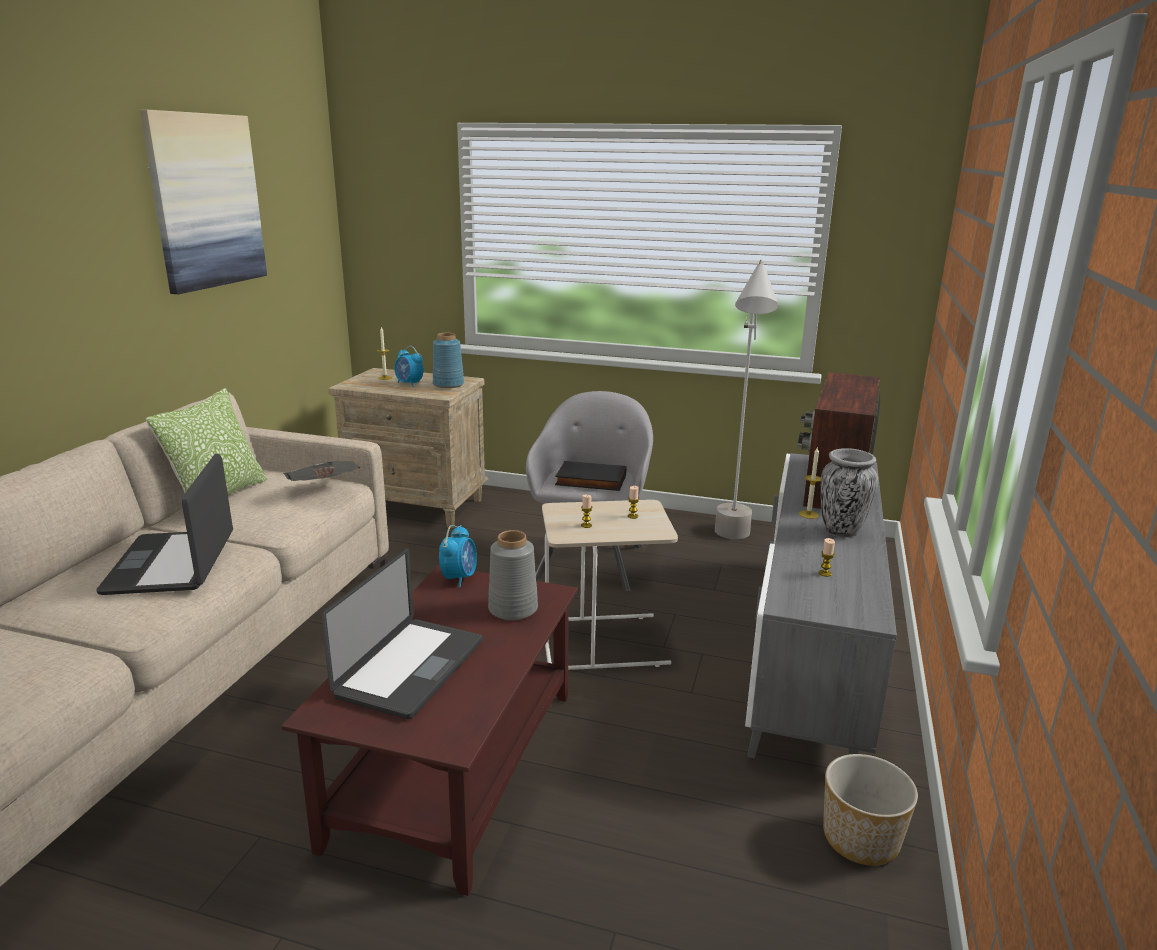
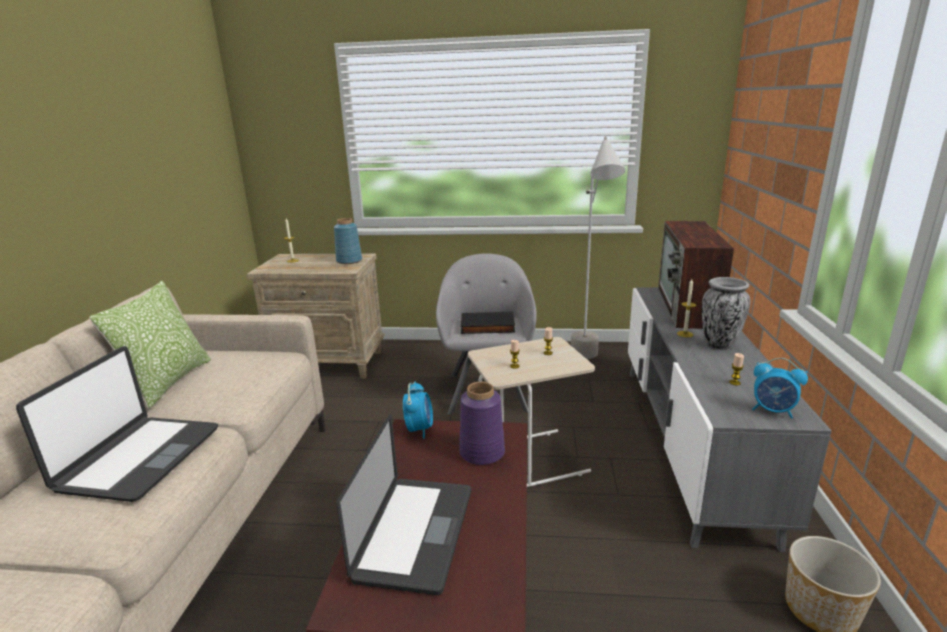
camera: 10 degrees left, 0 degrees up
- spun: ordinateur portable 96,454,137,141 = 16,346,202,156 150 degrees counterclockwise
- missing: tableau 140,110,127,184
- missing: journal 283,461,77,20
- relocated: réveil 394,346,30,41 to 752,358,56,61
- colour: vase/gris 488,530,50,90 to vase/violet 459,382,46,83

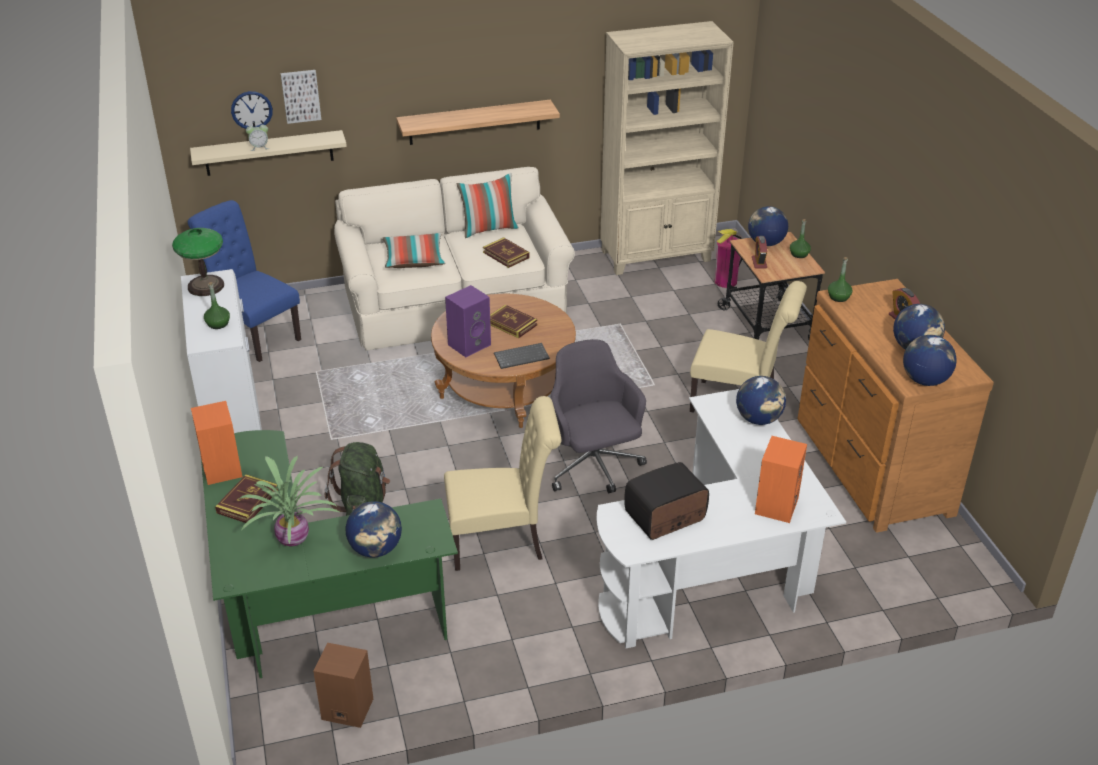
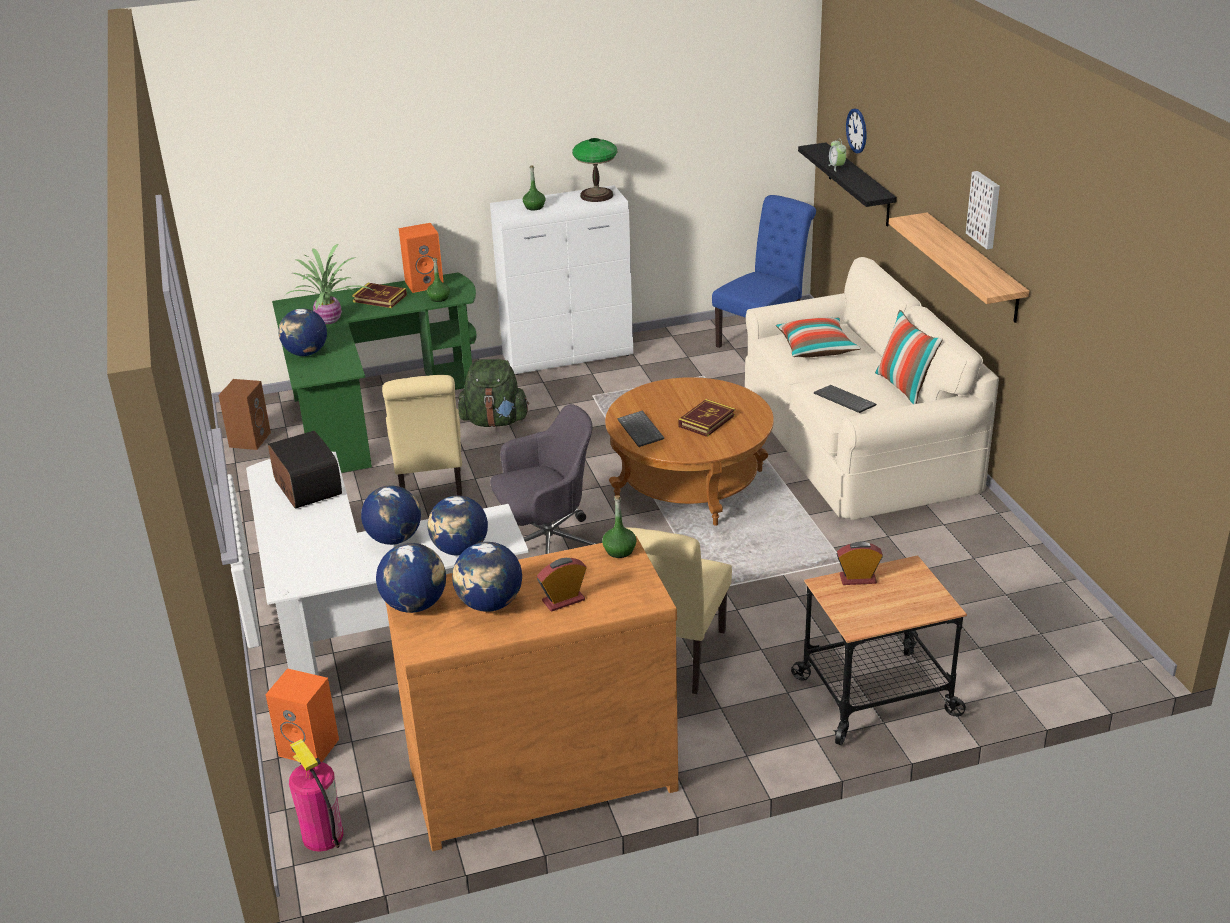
camera: 90 degrees right, 5 degrees down
- colour: étagère/beige 190,130,157,46 to étagère/noir 798,142,99,85
- relocated: tableau 280,70,41,54 to 966,171,34,78
- missing: enceinte/violet 445,285,46,72
- exchanged: livre 483,237,47,31 to clavier 814,385,62,28
- missing: bibliothèque/beige 600,21,134,254
- relocated: extincteur 714,229,28,59 to 289,739,54,113
- relocated: globe 748,206,40,40 to 361,485,60,60
- relocated: enceinte/orange 755,436,52,87 to 265,668,74,94
- relocated: bouteille/vert 790,219,21,39 to 427,258,23,44

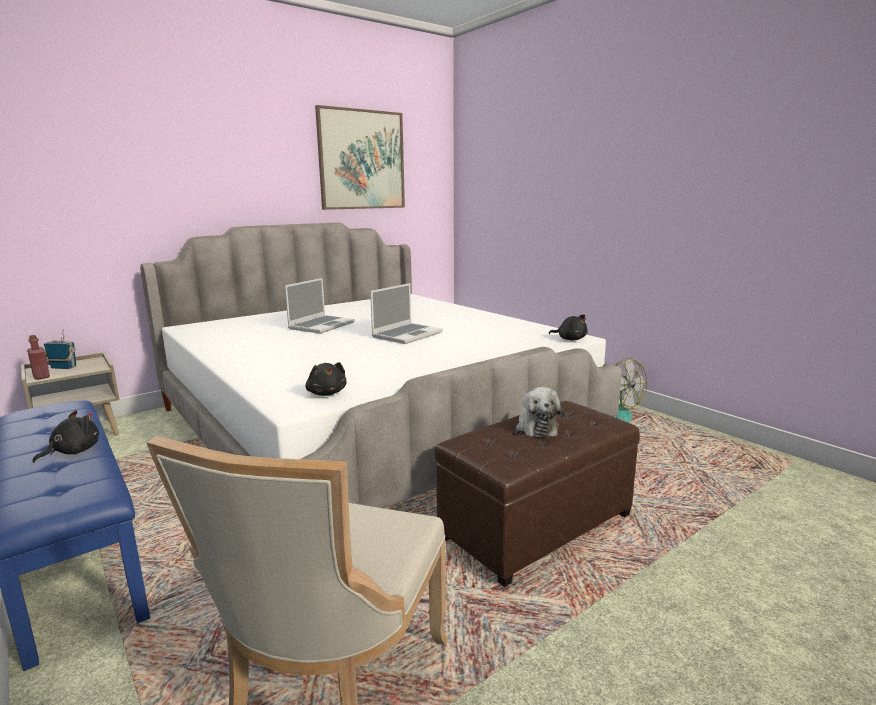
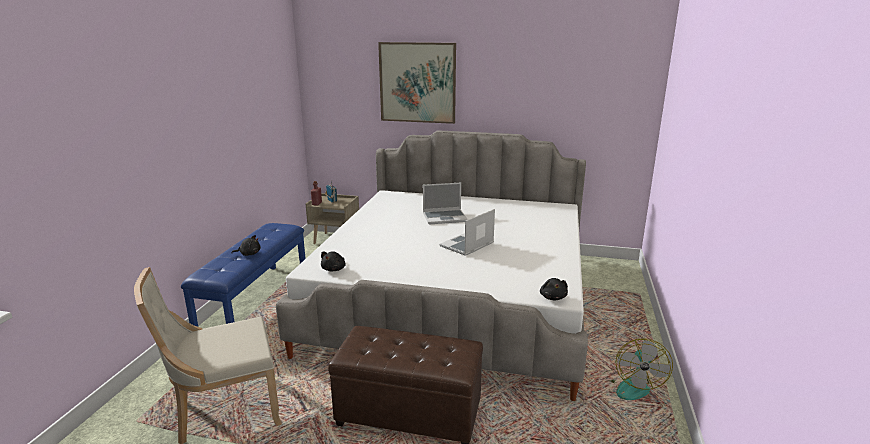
camera: 50 degrees right, 5 degrees up
- relocated: tableau 315,105,90,105 to 378,42,78,82
- spun: ordinateur portable 370,283,73,61 = 439,209,56,47 135 degrees clockwise
- missing: peluche 516,387,48,51

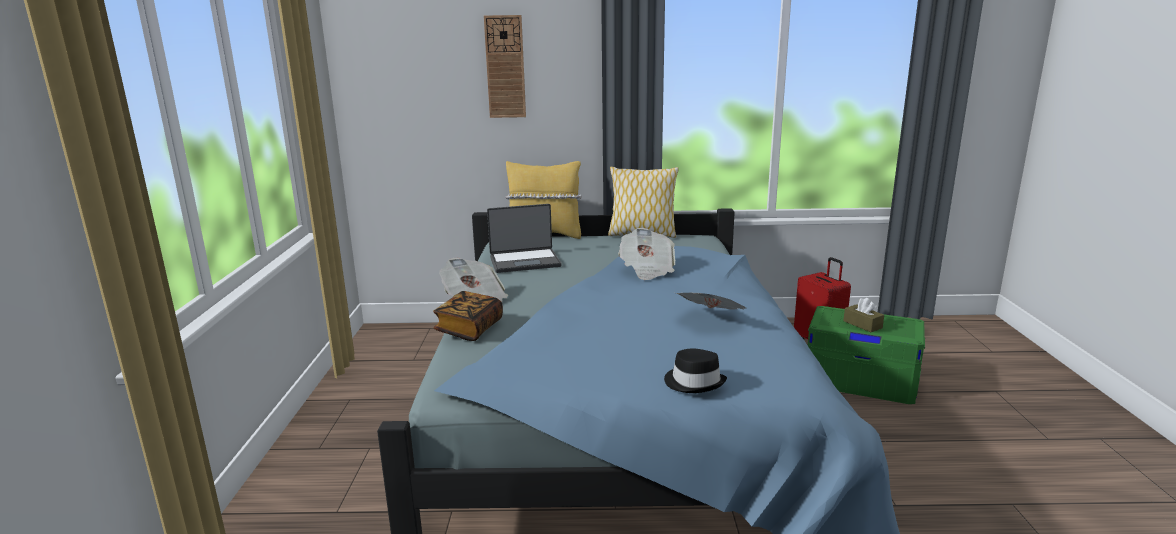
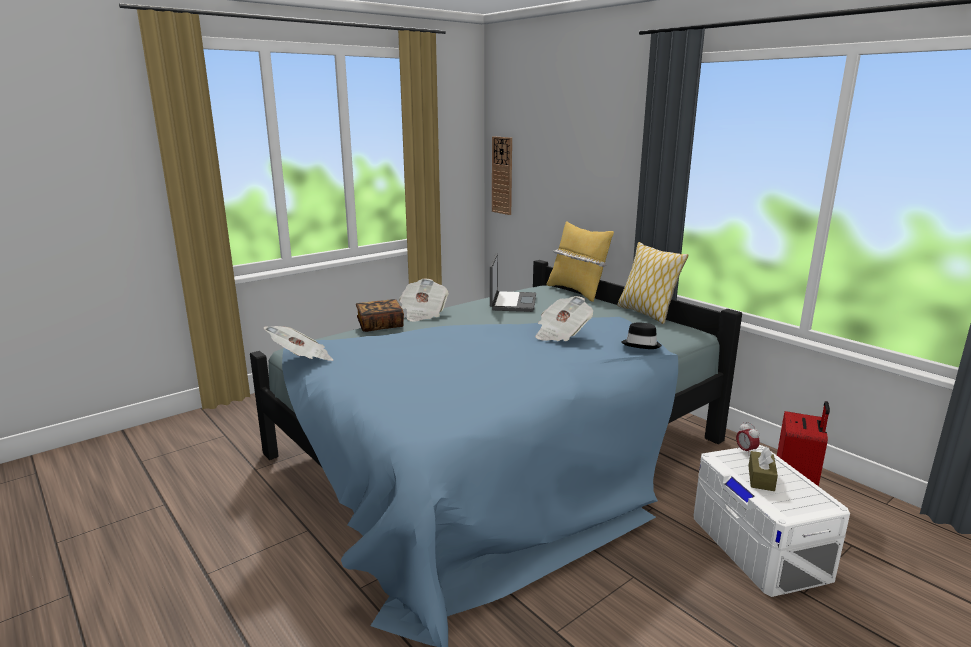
camera: 50 degrees right, 0 degrees up
- relocated: horloge murale 484,15,42,103 to 492,136,20,79
- spun: ordinateur portable 487,204,74,69 = 490,253,46,59 120 degrees counterclockwise
- relocated: chapeau/noir 664,349,63,44 to 621,322,41,27
- relocated: journal 676,293,71,17 to 264,326,69,35
- colour: boîte de rangement/vert 808,306,117,98 to boîte de rangement/blanc 694,445,156,152
- appeared: réveil 736,422,24,34

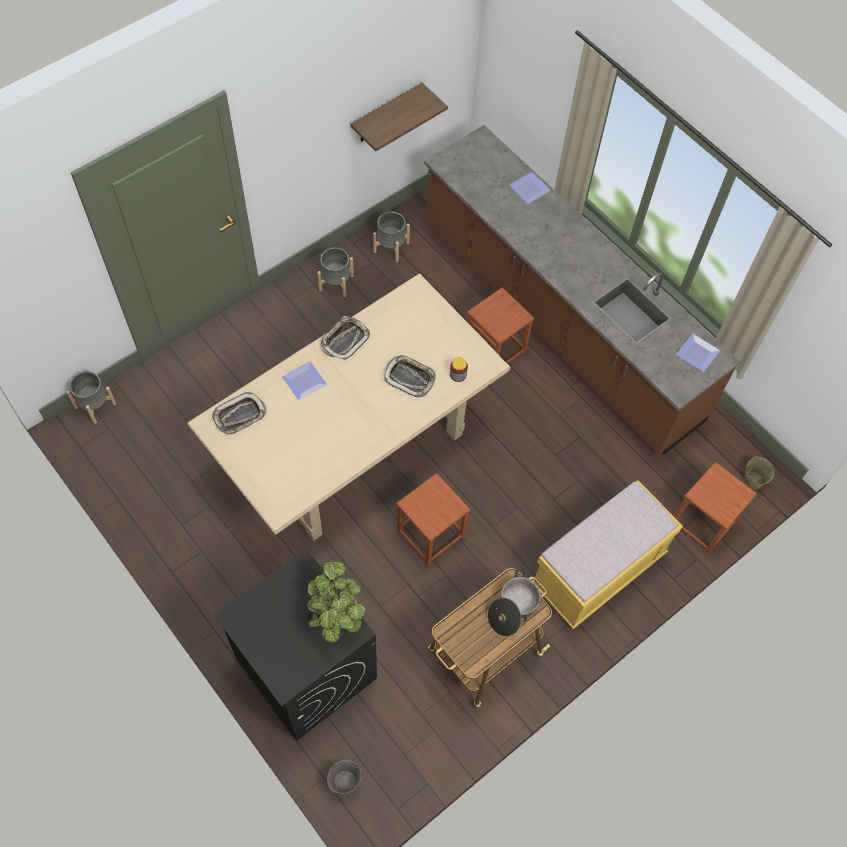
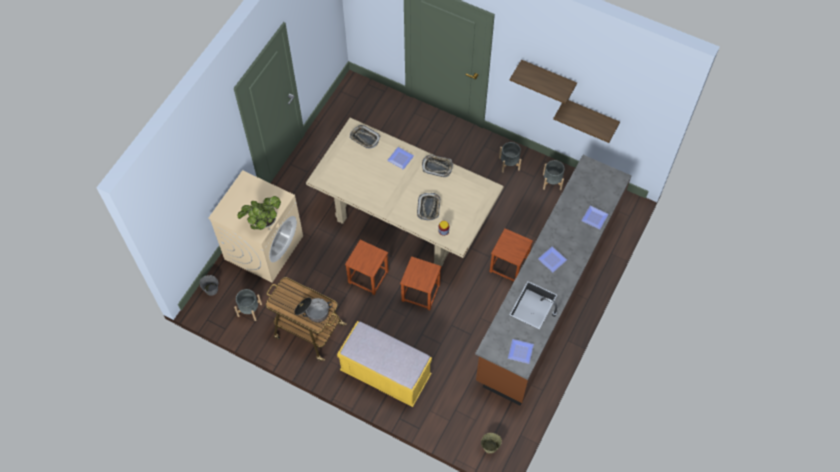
camera: 70 degrees right, 0 degrees up
- relocated: cache-pot/gris 66,371,50,53 to 234,289,28,32
- colour: lave-linge/noir 214,549,163,191 to lave-linge/beige 208,170,95,113
- relocated: tabouret/marron 674,462,83,92 to 400,256,42,54
- appeared: étagère 510,59,67,45
- appeared: assiette 538,247,29,25

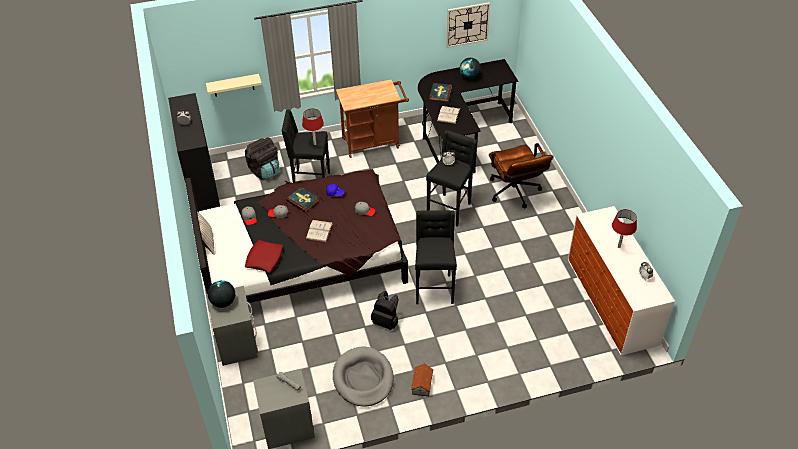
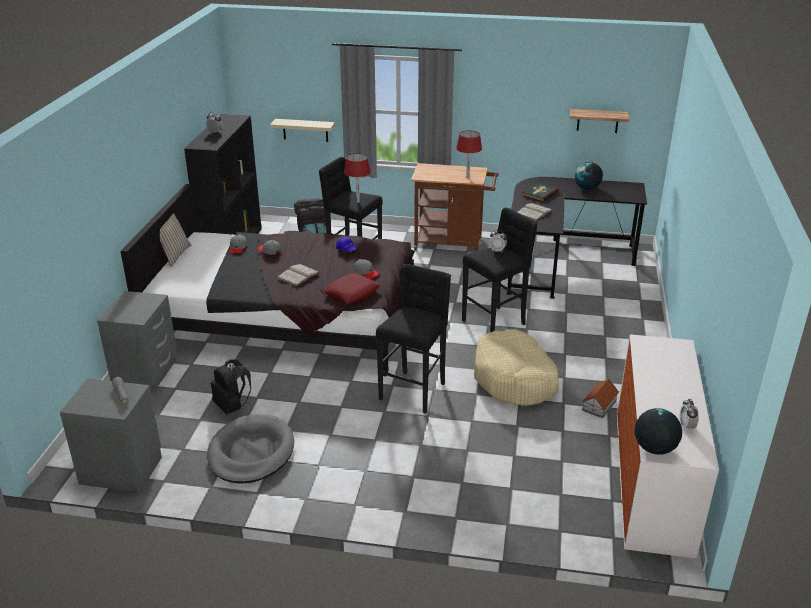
camera: 25 degrees right, 15 degrees down
- relocated: globe 208,280,27,28 to 635,408,47,47
- relocated: coussin/rouge 245,240,38,32 to 323,273,58,30
- missing: livre 286,187,34,25
- relocated: sac à dos/noir 371,291,28,39 to 211,359,40,55
- relocated: maison miniature 411,363,23,34 to 582,379,37,39
- exchanged: horloge murale 446,2,44,46 to étagère 570,109,59,24
- missing: chaise de bureau/marron 489,143,65,66
- relocated: lampe de table/rouge 612,209,25,39 to 456,130,26,49
- appeared: panier pour chien/beige 474,329,85,77

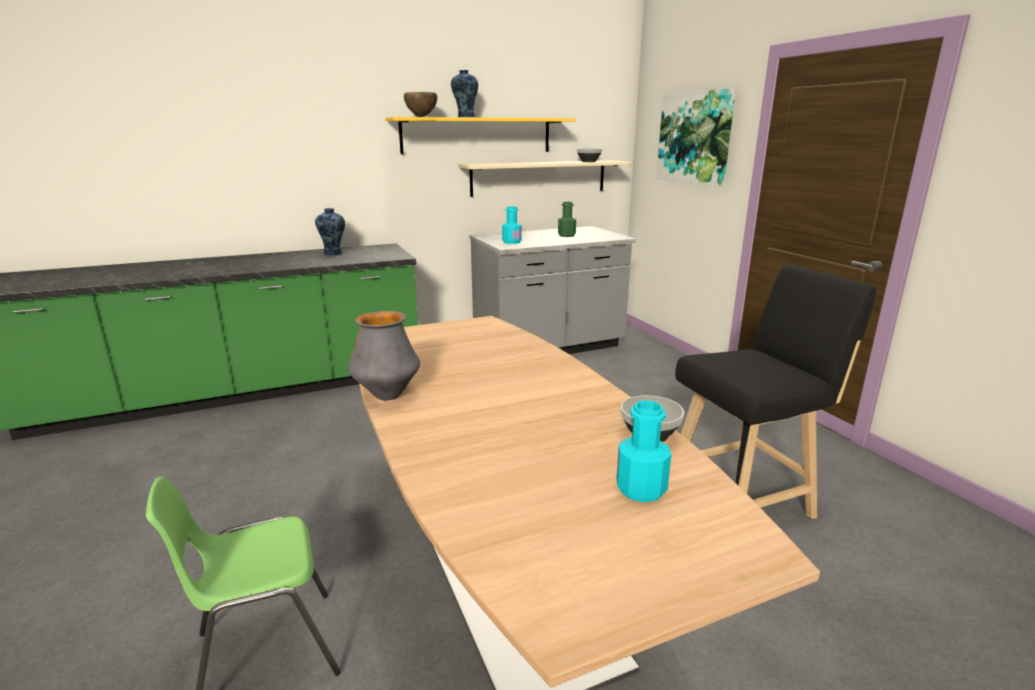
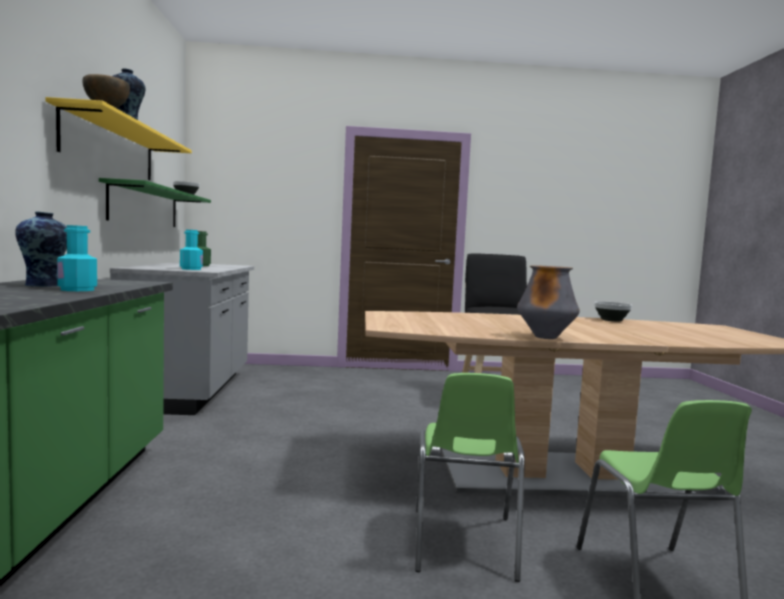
camera: 70 degrees left, 15 degrees down
- colour: étagère/beige 458,160,173,37 to étagère/vert 99,178,112,49
- relocated: bouteille/turquoise 617,400,54,102 to 57,225,40,66
- missing: tableau 656,88,80,99
- appeared: chaise/vert 415,373,110,209

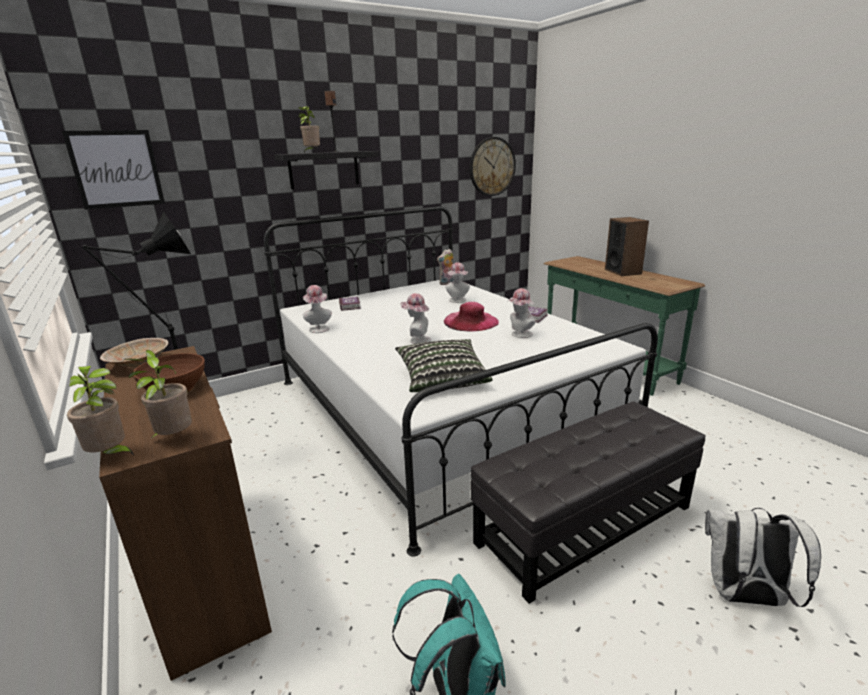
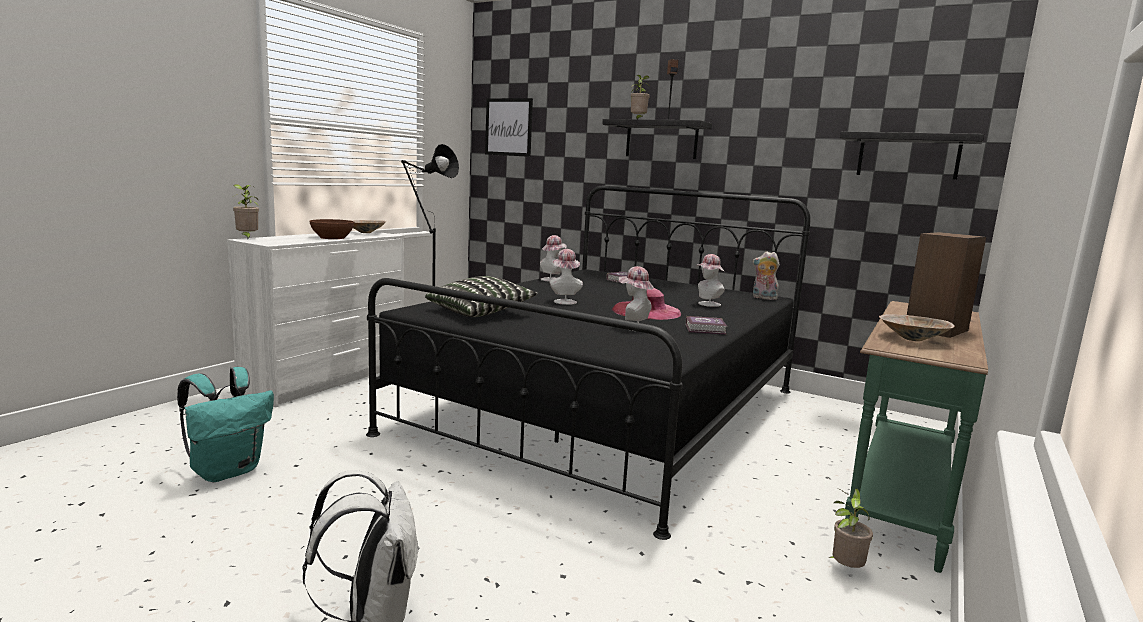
camera: 60 degrees right, 10 degrees down
- colour: commode/marron 99,346,173,335 to commode/blanc 227,231,178,176
- relocated: plante en pot 124,350,68,88 to 829,488,44,80
- colour: lit/blanc 264,206,394,351 to lit/noir 366,186,444,354
- exchanged: horloge murale 470,137,46,59 to étagère/noir 840,131,144,49
- missing: pouf/noir 470,401,236,203
- appeared: bol/beige 879,314,76,28

